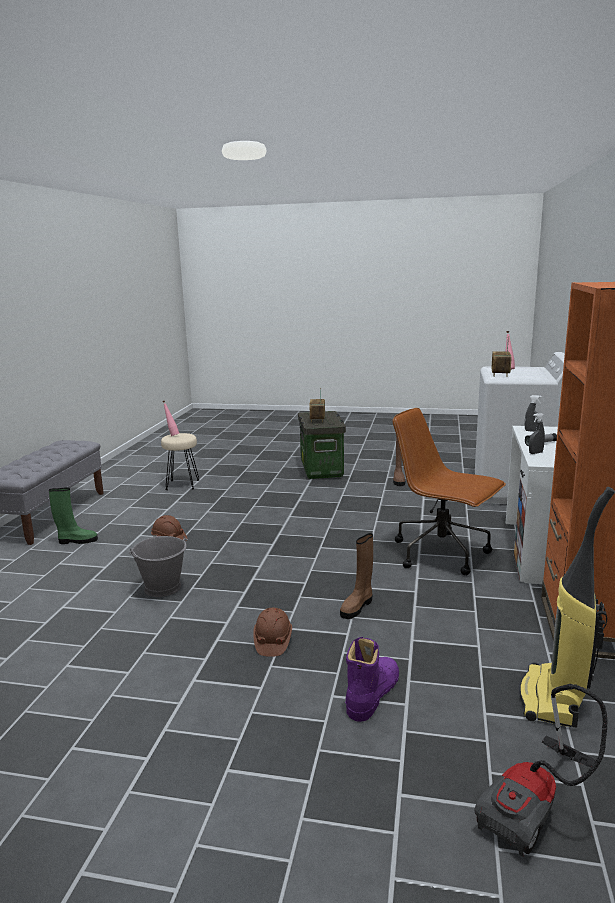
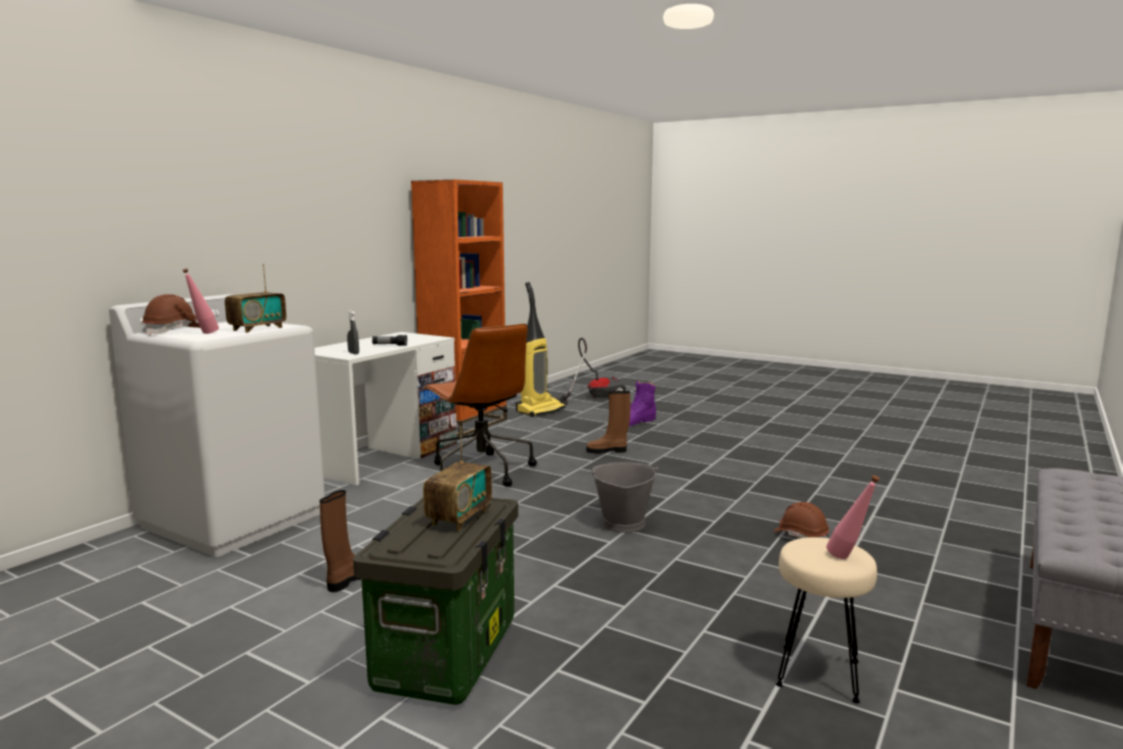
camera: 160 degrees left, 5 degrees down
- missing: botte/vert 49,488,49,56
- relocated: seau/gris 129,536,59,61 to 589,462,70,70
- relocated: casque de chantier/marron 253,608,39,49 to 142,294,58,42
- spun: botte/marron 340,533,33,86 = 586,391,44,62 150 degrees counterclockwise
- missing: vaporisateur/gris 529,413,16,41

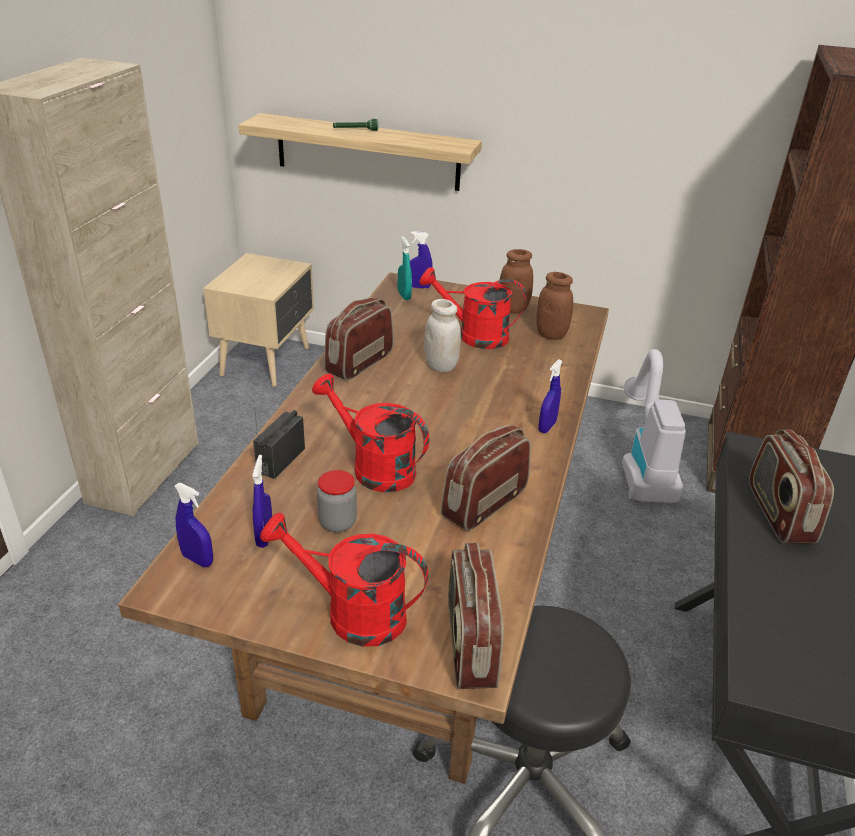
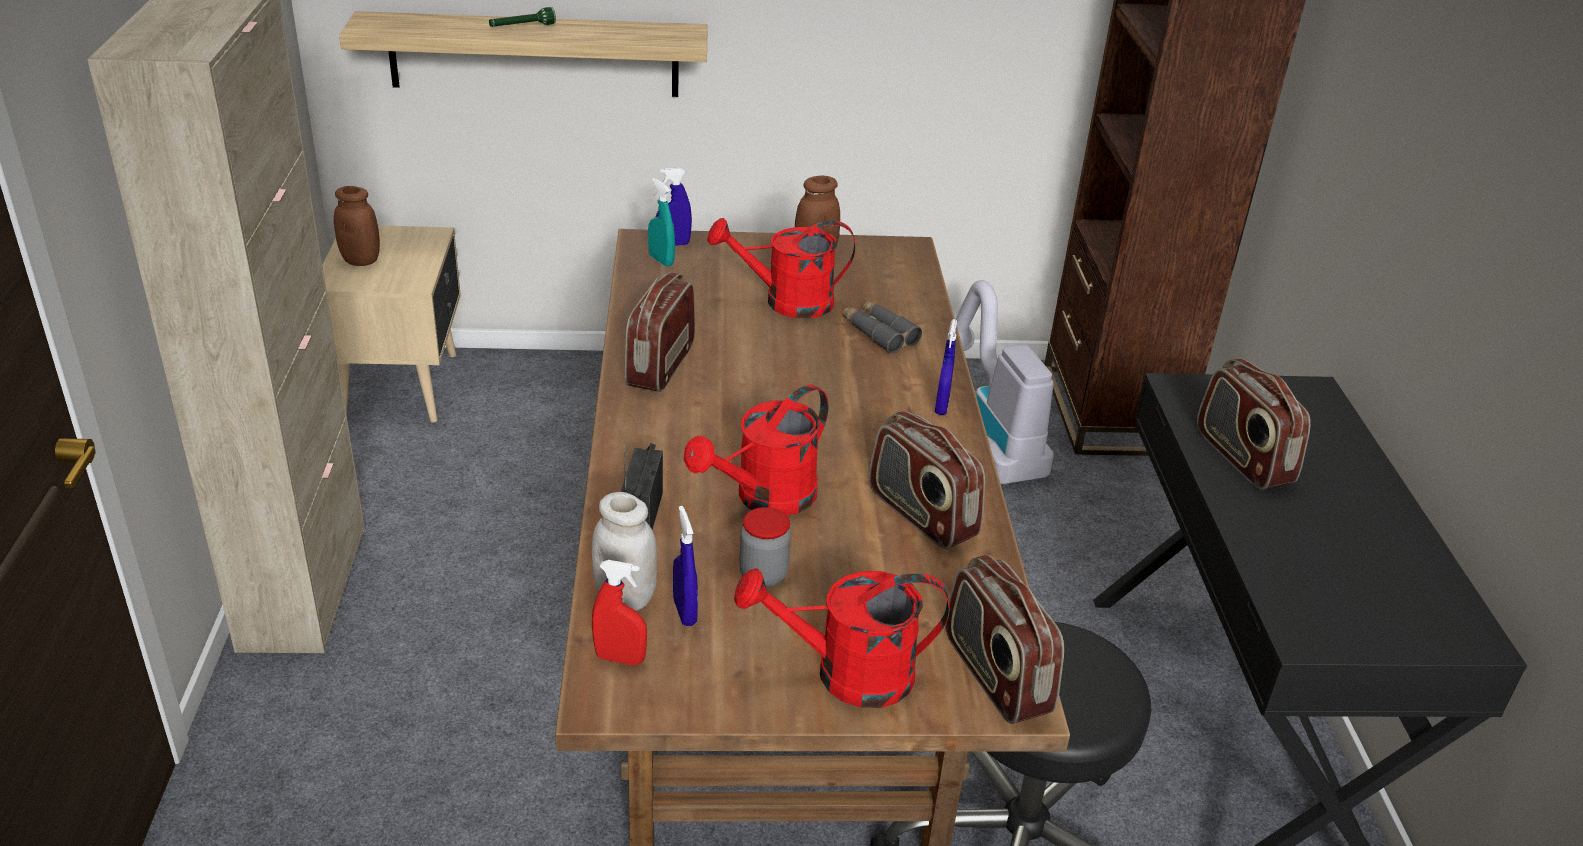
camera: 20 degrees left, 0 degrees up
- colour: vaporisateur/bleu 174,483,39,84 to vaporisateur/rouge 592,560,55,105
- spun: arrosoir/rouge 312,374,117,118 = 684,384,145,131 60 degrees counterclockwise
- relocated: bocal/blanc 424,299,37,73 to 592,492,65,119
- spun: radio 441,425,90,106 = 869,411,116,138 60 degrees counterclockwise
- relocated: bocal/marron 536,272,37,68 to 334,186,46,80
- appeared: jumelles/gris 842,300,80,53

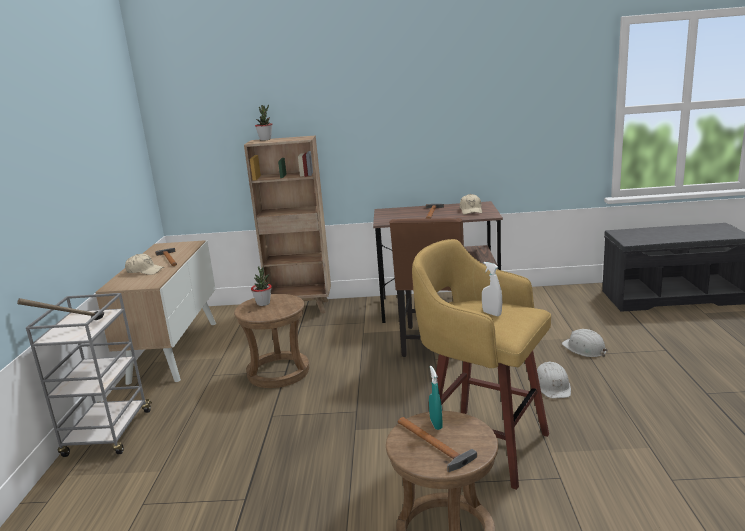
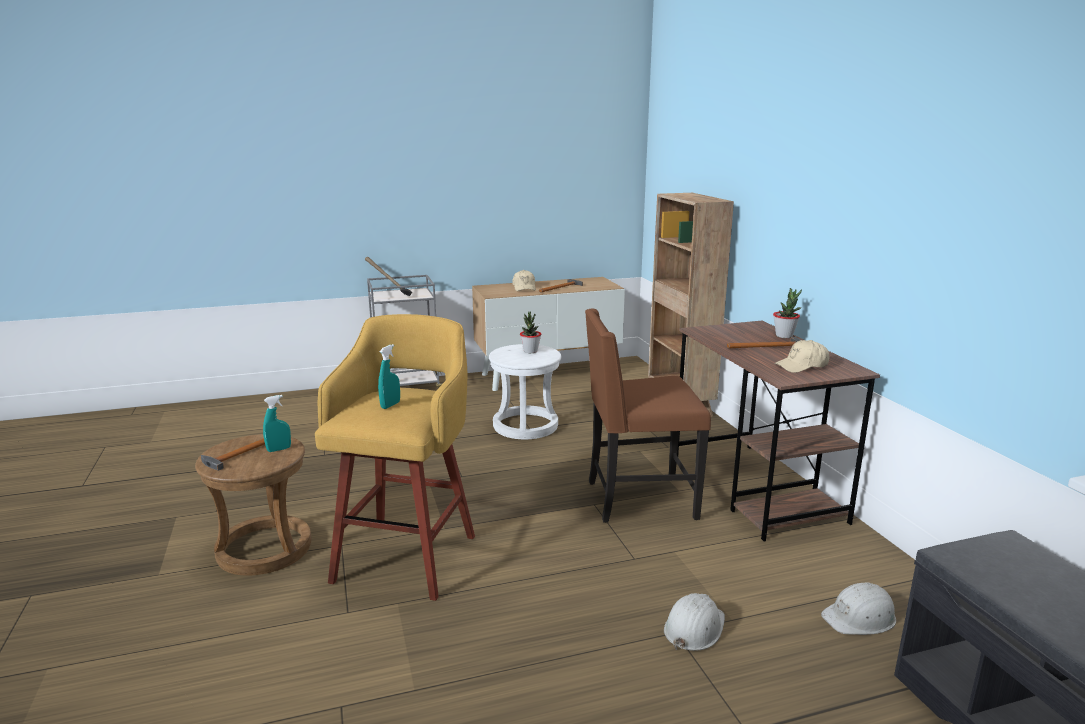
camera: 70 degrees right, 0 degrees up
- colour: tabouret/marron 234,294,75,94 to tabouret/blanc 489,344,72,95
- relocated: plante en pot 255,104,17,37 to 773,288,29,50
- colour: vaporisateur/blanc 482,262,20,54 to vaporisateur/turquoise 378,344,22,65
- relocated: casque de chantier/blanc 537,362,34,36 to 821,583,75,52

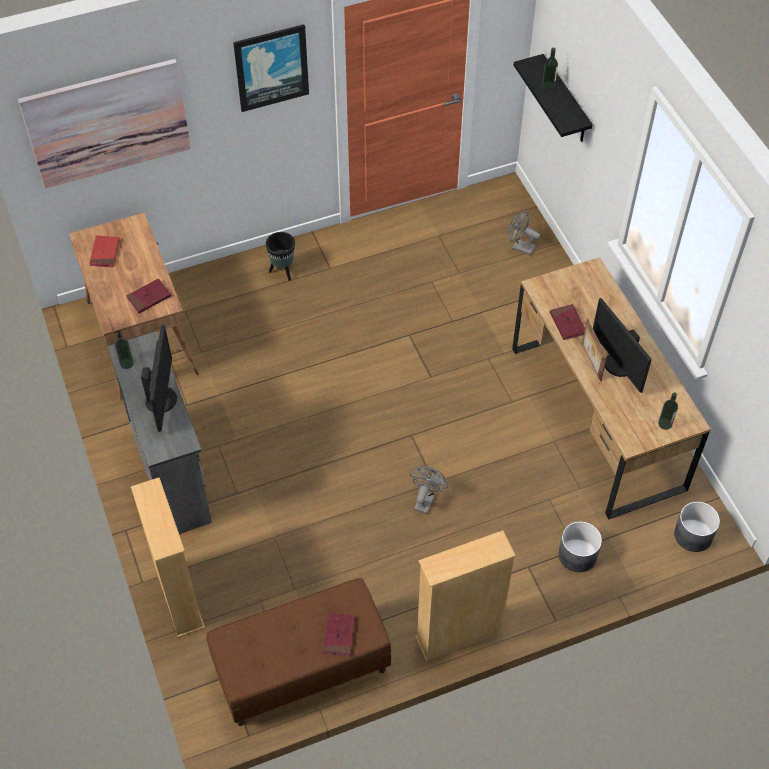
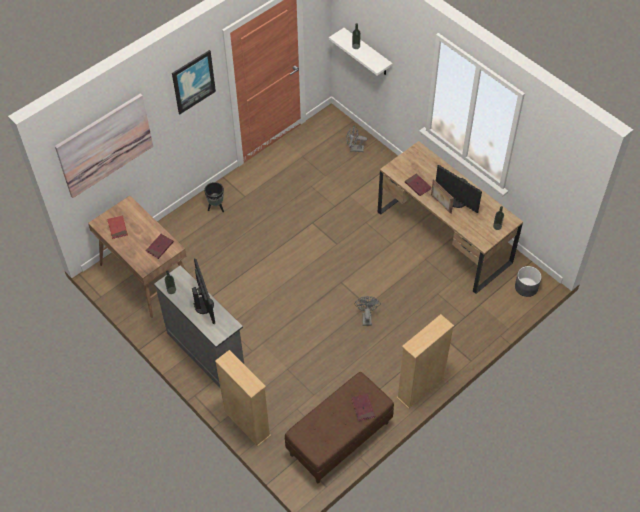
camera: 20 degrees left, 0 degrees up
- colour: étagère/noir 513,54,80,88 to étagère/blanc 329,28,63,48
- missing: cache-pot/gris 558,521,44,51

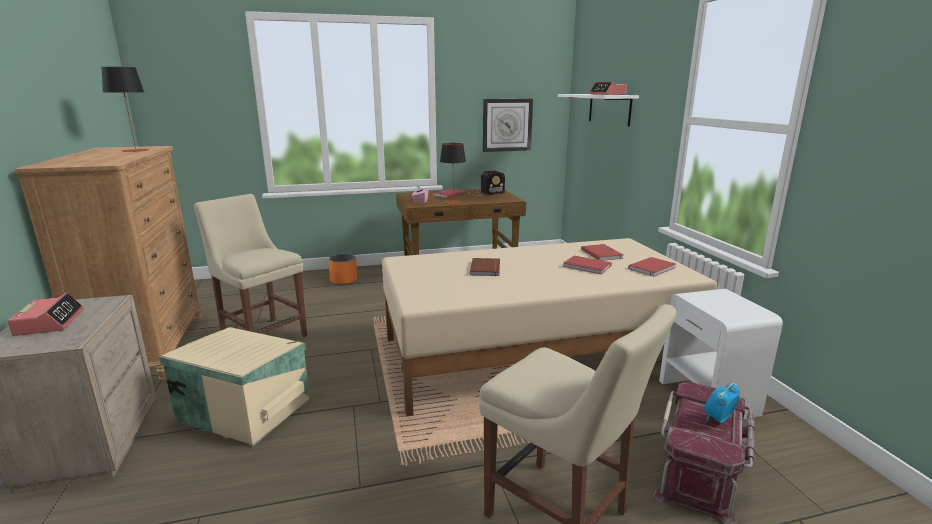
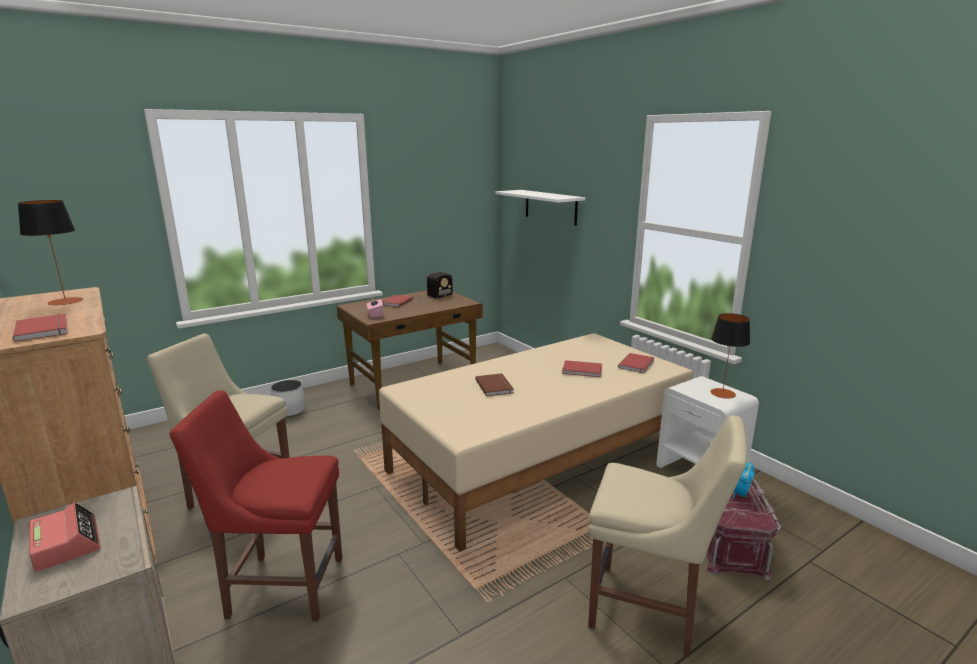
camera: 20 degrees left, 0 degrees up
- exchanged: boîte de rangement/beige 159,327,151,120 to chaise/rouge 170,390,172,231
- colour: cache-pot/orange 328,254,30,31 to cache-pot/blanc 270,380,35,37
- relocated: lampe de table 440,143,26,61 to 710,313,40,86
- missing: horloge murale 483,99,50,53
- relocated: livre/rouge 581,244,42,17 to 13,313,55,29
- missing: réveil 590,82,37,13

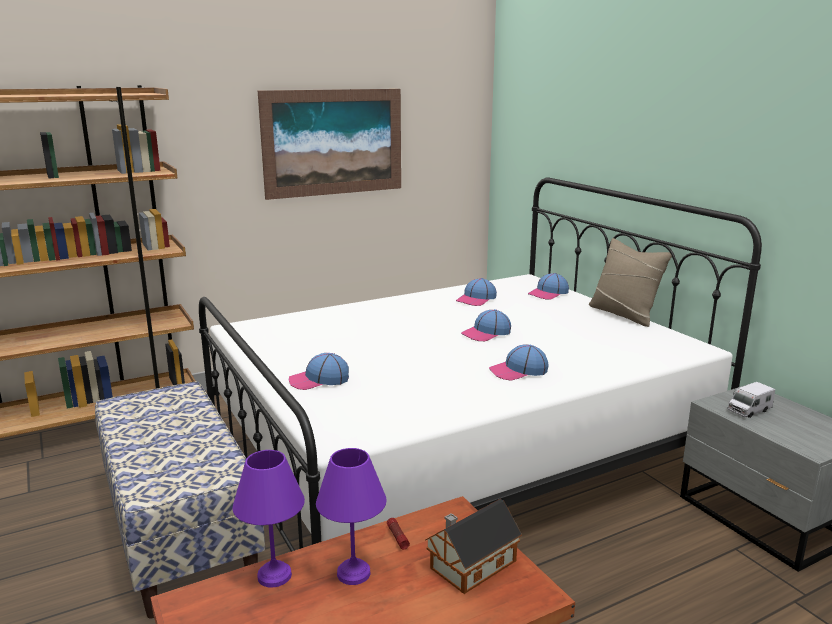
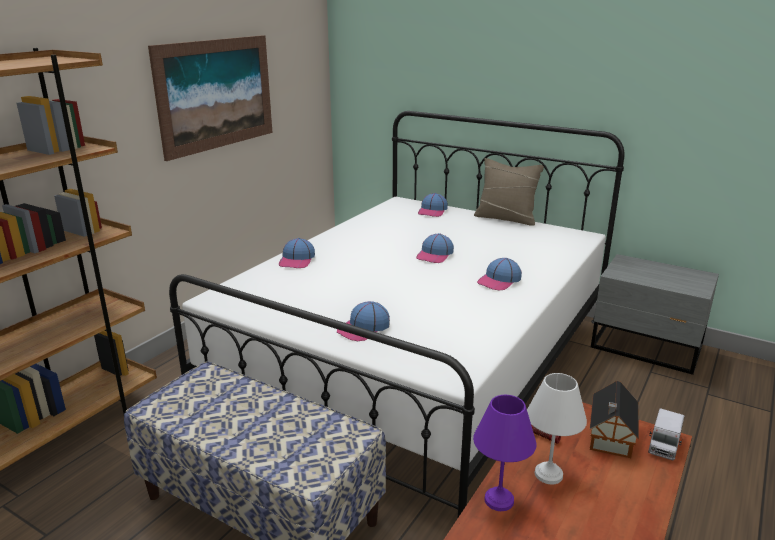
camera: 30 degrees left, 5 degrees up
- colour: lampe de table/violet 316,448,70,137 to lampe de table/blanc 527,373,60,111
- relocated: casquette 456,278,41,28 to 279,238,36,30
- relocated: camion jouet 727,382,48,36 to 648,408,36,53

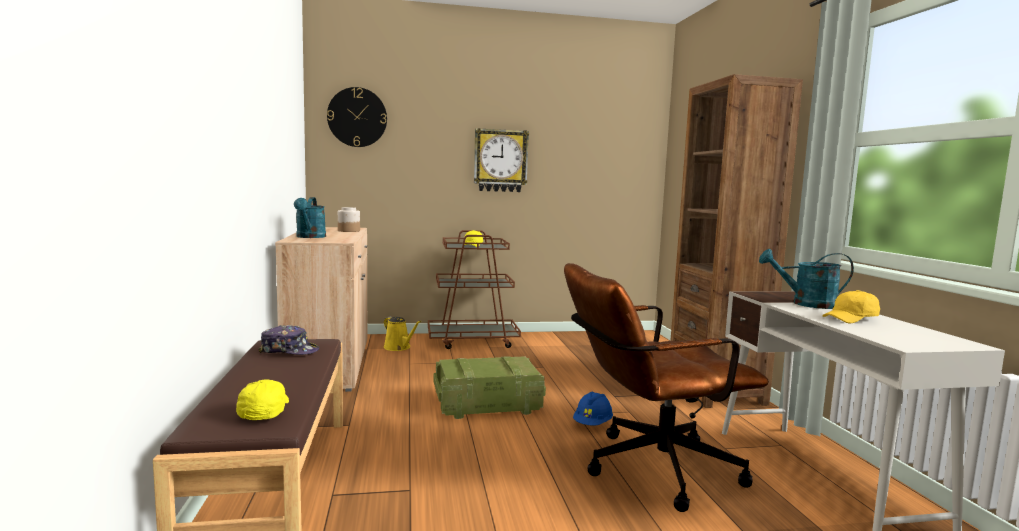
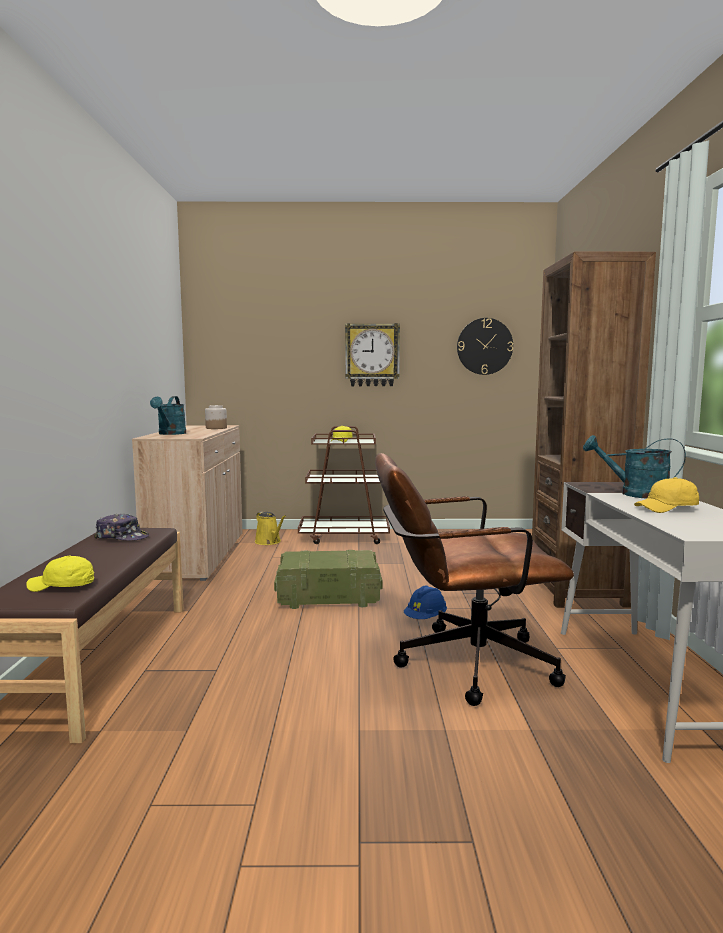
camera: 10 degrees right, 0 degrees up
- spun: casquette/jaune 236,379,53,41 = 26,555,68,37 90 degrees counterclockwise
- relocated: horloge murale 327,87,60,60 to 457,318,56,57

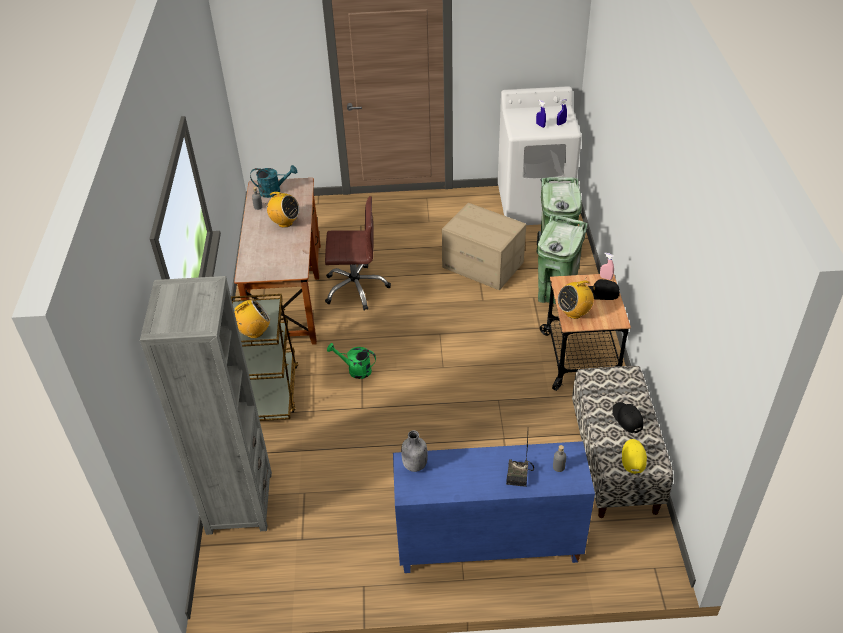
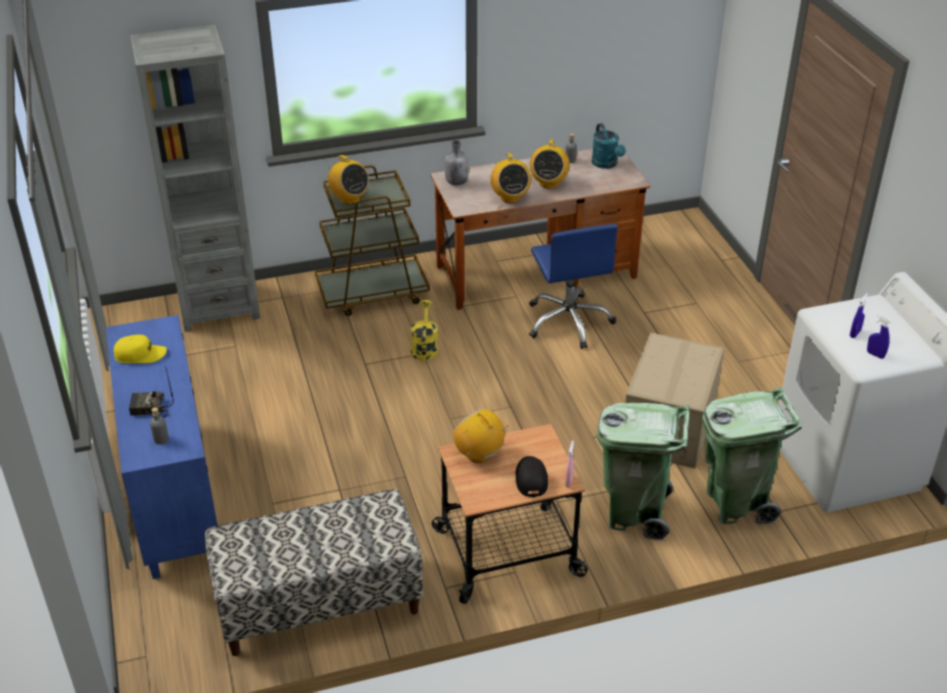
camera: 75 degrees right, 5 degrees down
- colour: chaise de bureau/marron 325,196,66,115 to chaise de bureau/bleu 529,224,89,125
- colour: arrosoir/vert 327,343,49,36 to arrosoir/jaune 411,300,27,61
- relocated: bouteille/gris 401,430,27,42 to 444,140,25,45
- missing: casquette/noir 612,402,32,31
- relocated: casquette/jaune 622,439,25,35 to 114,335,53,28
- appeared: radio 491,153,40,50

